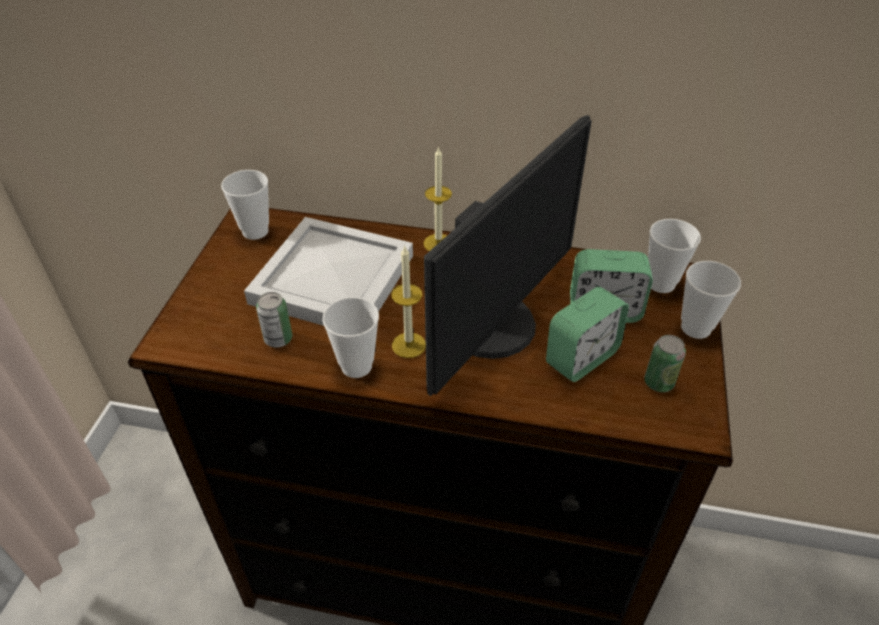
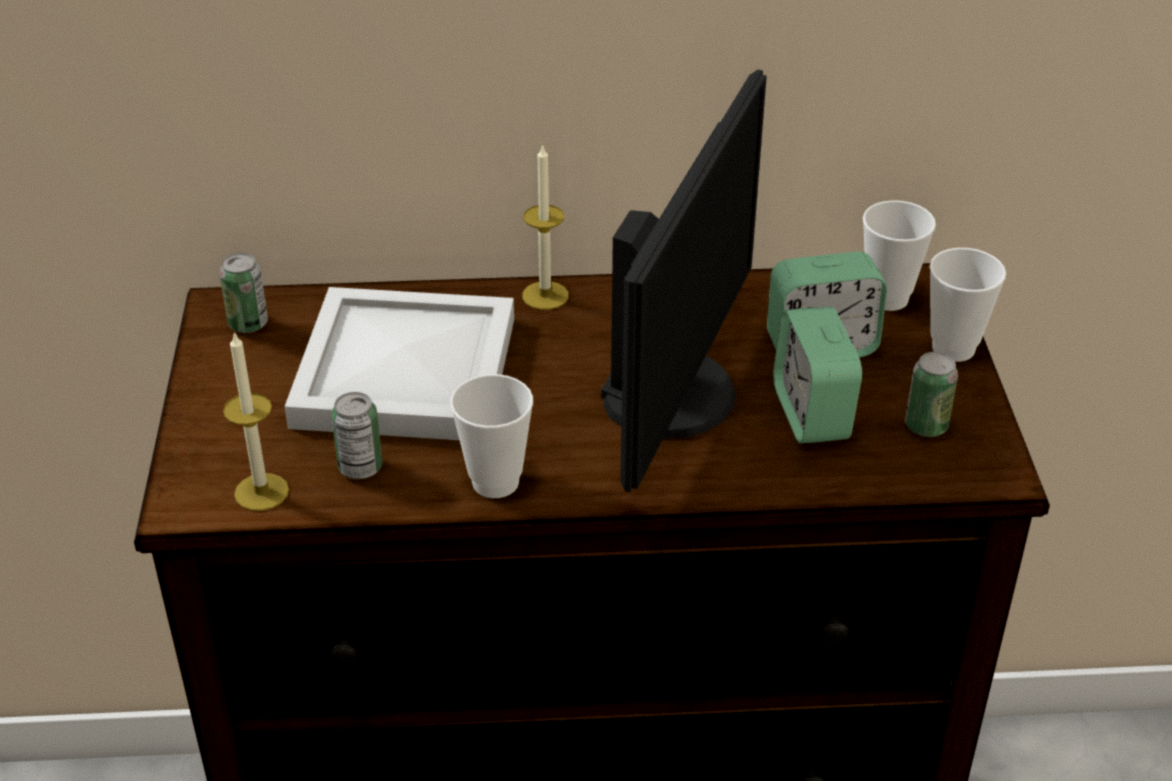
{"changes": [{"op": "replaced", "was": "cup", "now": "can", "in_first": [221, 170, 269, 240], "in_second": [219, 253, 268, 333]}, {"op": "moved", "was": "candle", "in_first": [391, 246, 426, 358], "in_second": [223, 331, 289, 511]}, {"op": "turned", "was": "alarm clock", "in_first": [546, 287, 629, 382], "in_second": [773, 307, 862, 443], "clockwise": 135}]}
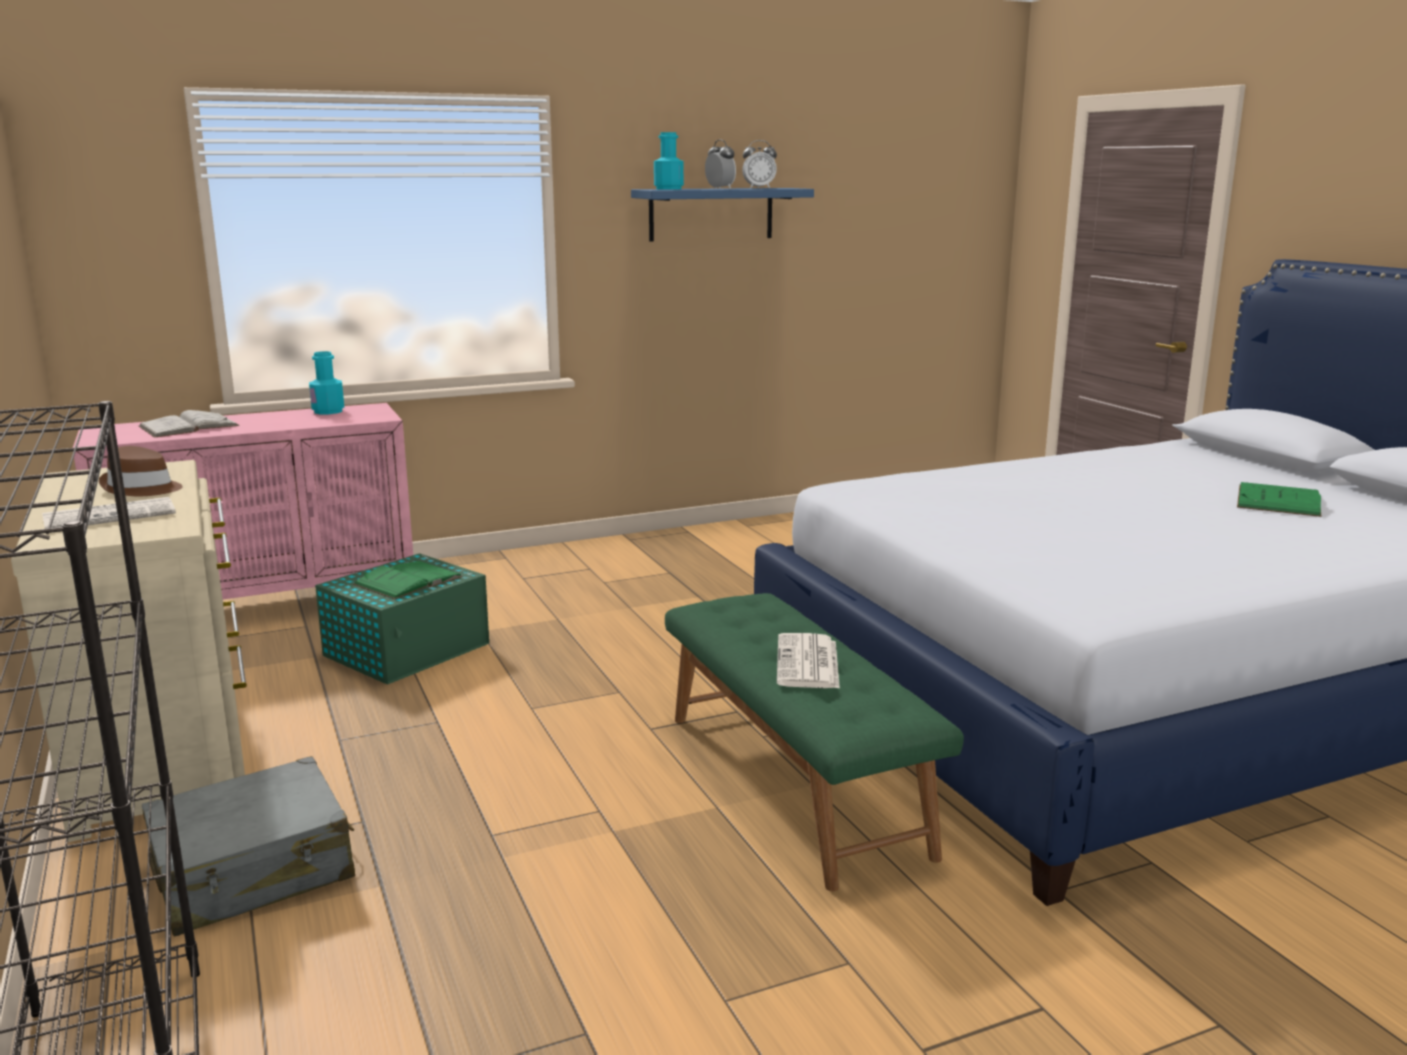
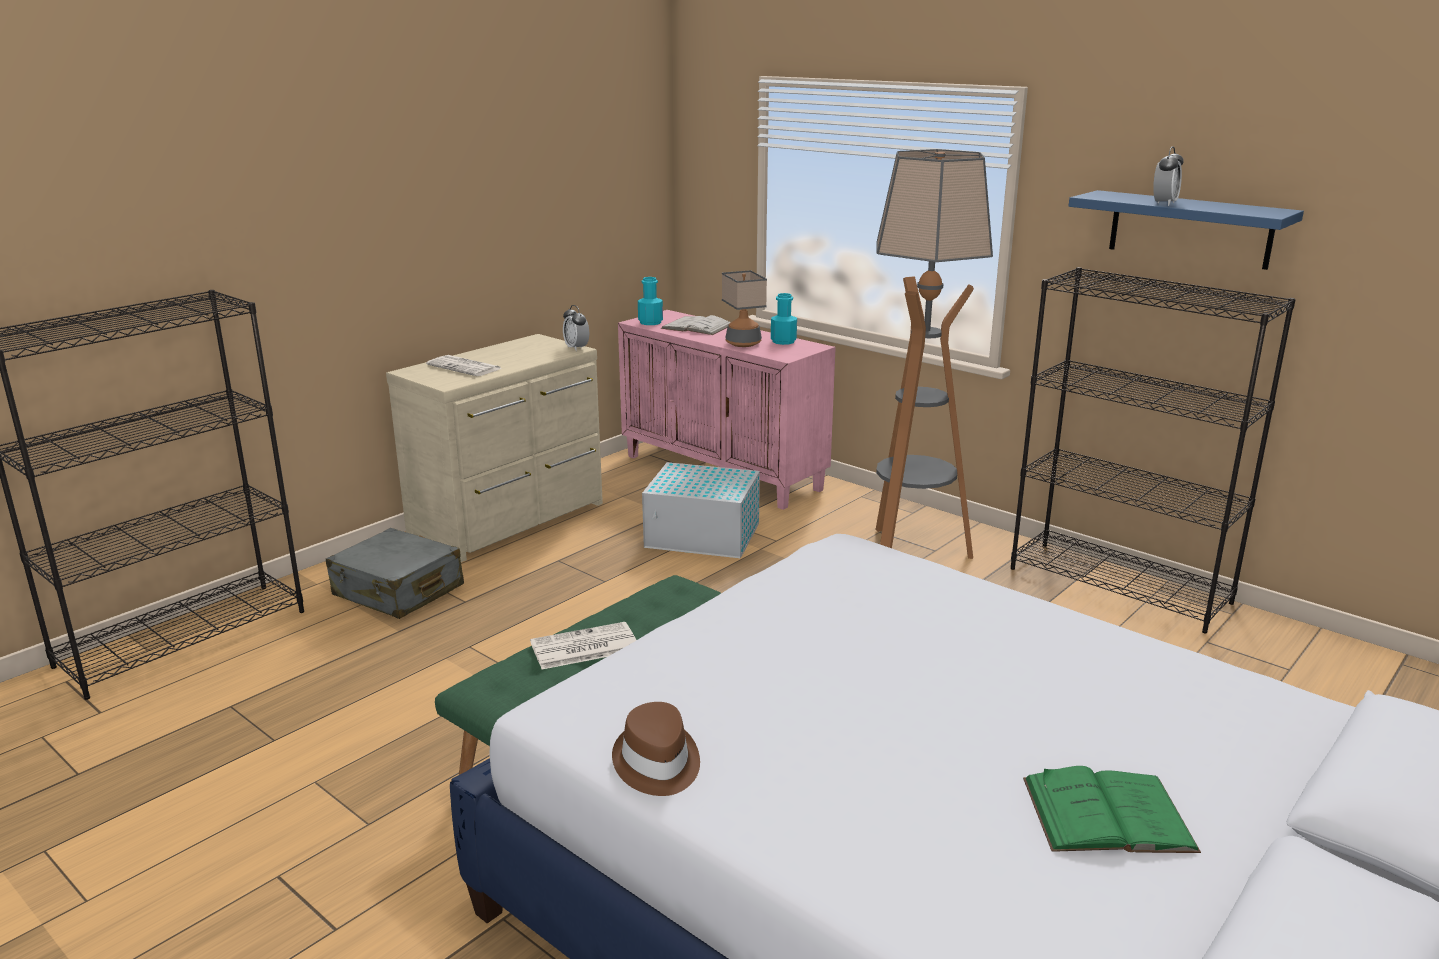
{"changes": [{"op": "moved", "was": "alarm clock", "in_first": [742, 140, 777, 188], "in_second": [563, 305, 589, 351]}, {"op": "moved", "was": "brown hat", "in_first": [99, 446, 183, 496], "in_second": [612, 702, 700, 796]}, {"op": "moved", "was": "turquoise bottle", "in_first": [654, 132, 684, 190], "in_second": [638, 277, 663, 325]}, {"op": "recoloured", "was": "green storage box", "now": "white storage box", "in_first": [315, 553, 489, 684], "in_second": [642, 462, 760, 558]}, {"op": "added", "now": "table lamp", "in_second": [722, 270, 767, 347]}, {"op": "added", "now": "floor lamp", "in_second": [875, 149, 993, 559]}, {"op": "added", "now": "black bookcase", "in_second": [1011, 267, 1296, 634]}, {"op": "removed", "was": "green book", "in_first": [353, 561, 463, 599]}]}
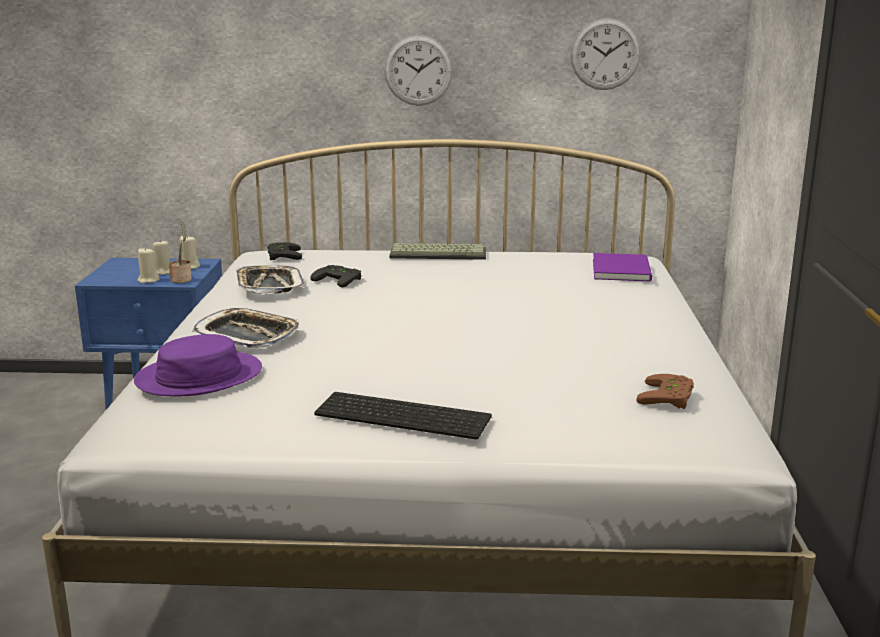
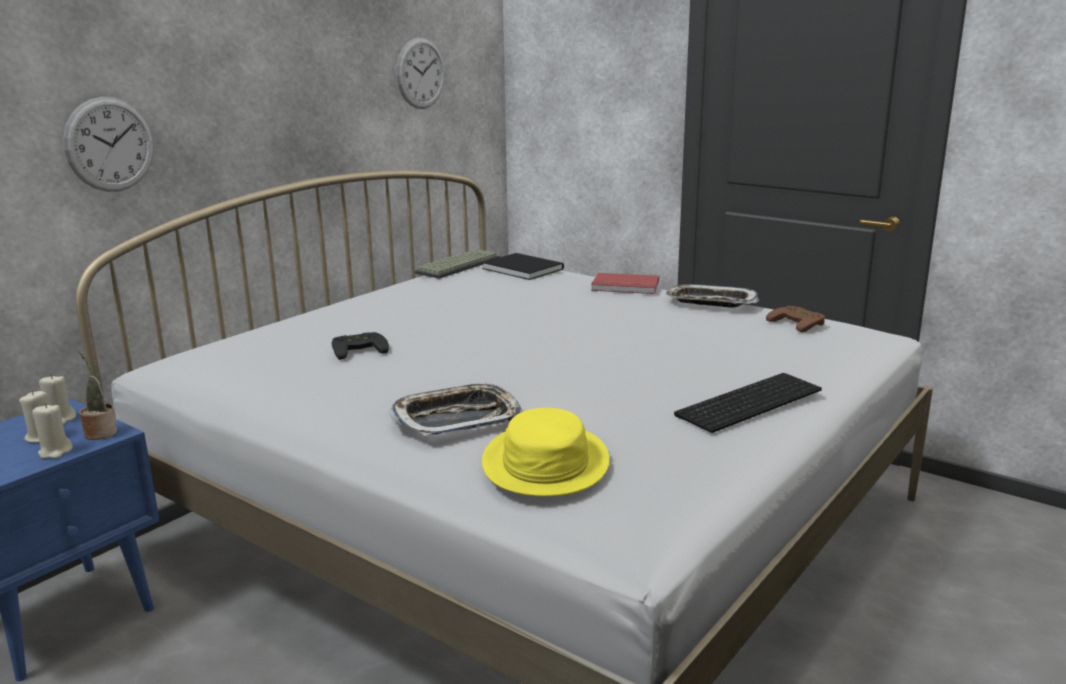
{"changes": [{"op": "moved", "was": "wall clock", "in_first": [384, 35, 453, 106], "in_second": [63, 97, 154, 192]}, {"op": "moved", "was": "keyboard", "in_first": [389, 243, 486, 260], "in_second": [415, 249, 500, 279]}, {"op": "recoloured", "was": "purple book", "now": "black book", "in_first": [593, 253, 652, 281], "in_second": [482, 253, 564, 280]}, {"op": "recoloured", "was": "purple hat", "now": "yellow hat", "in_first": [134, 334, 262, 397], "in_second": [482, 408, 610, 496]}, {"op": "added", "now": "red book", "in_second": [591, 273, 659, 294]}, {"op": "moved", "was": "tray", "in_first": [236, 265, 304, 294], "in_second": [665, 284, 759, 308]}, {"op": "removed", "was": "black game controller", "in_first": [267, 242, 302, 260]}]}
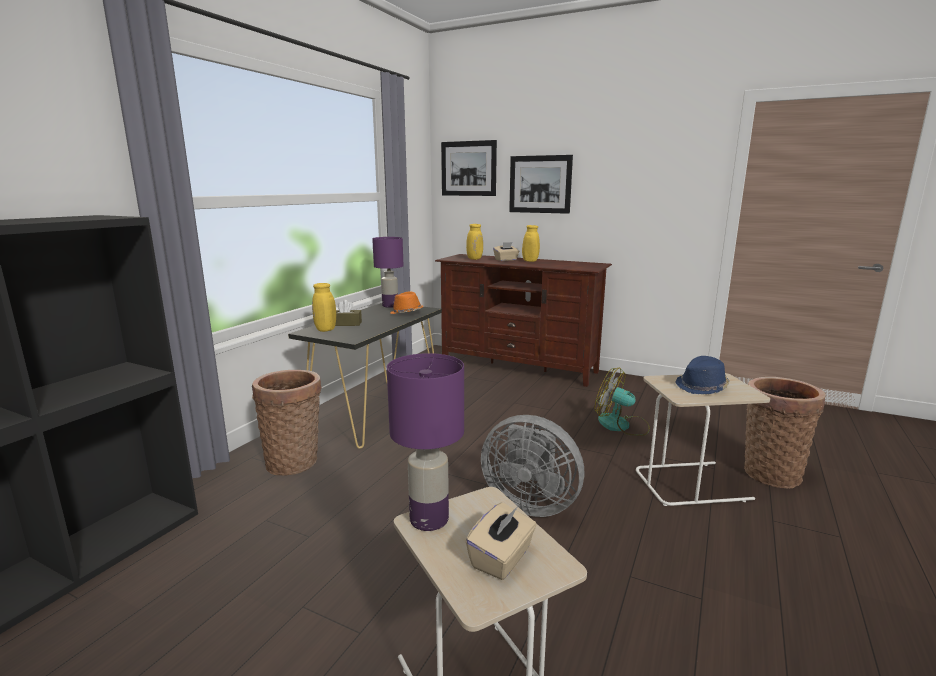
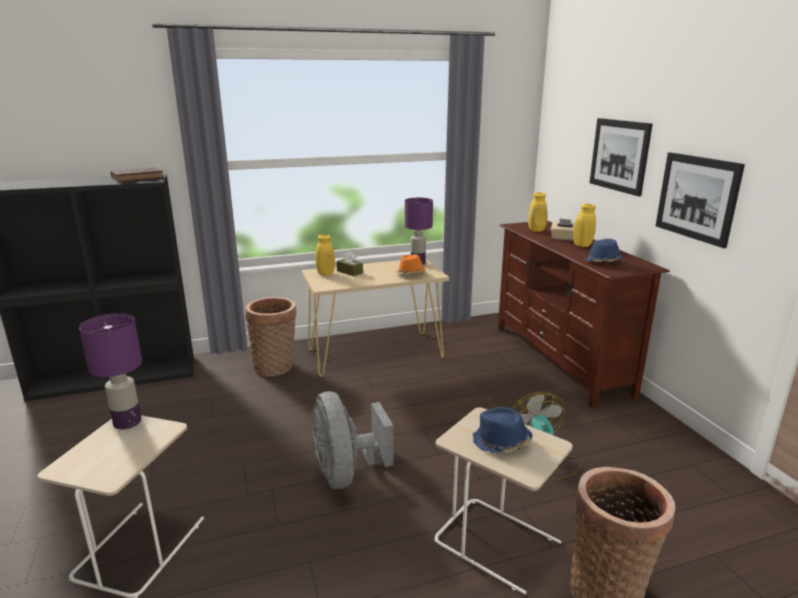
{"changes": [{"op": "added", "now": "brown book", "in_second": [111, 167, 164, 182]}, {"op": "recoloured", "was": "black console table", "now": "beige console table", "in_first": [288, 303, 442, 449], "in_second": [302, 259, 449, 377]}, {"op": "added", "now": "blue hat", "in_second": [584, 239, 623, 262]}, {"op": "moved", "was": "picture", "in_first": [441, 140, 497, 196], "in_second": [656, 152, 745, 248]}, {"op": "removed", "was": "beige tissue box", "in_first": [466, 502, 537, 580]}]}
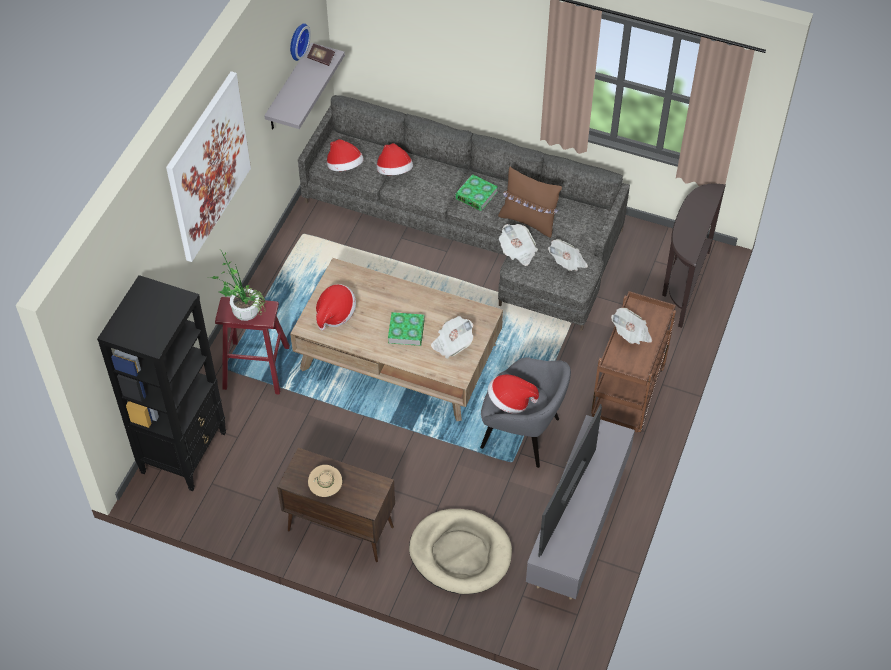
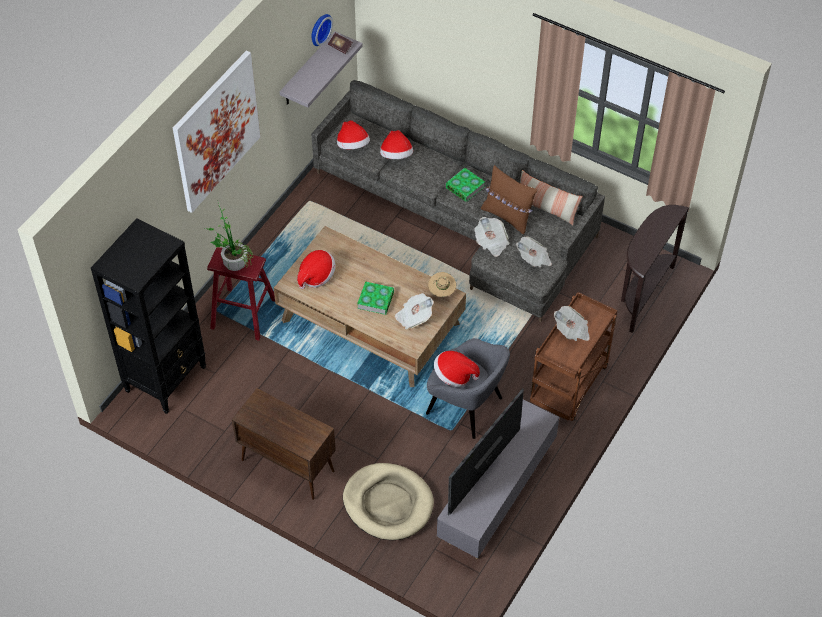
{"changes": [{"op": "moved", "was": "beige hat", "in_first": [308, 465, 342, 497], "in_second": [428, 272, 456, 297]}, {"op": "added", "now": "pillow", "in_second": [520, 170, 583, 225]}]}
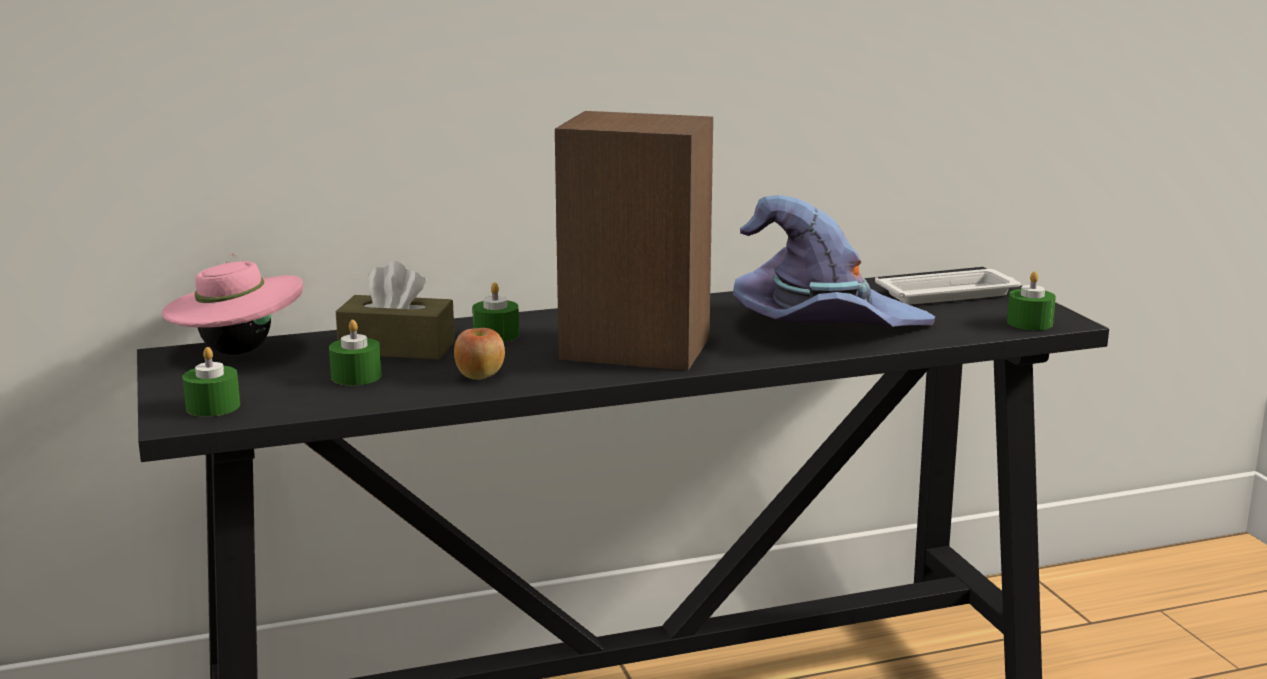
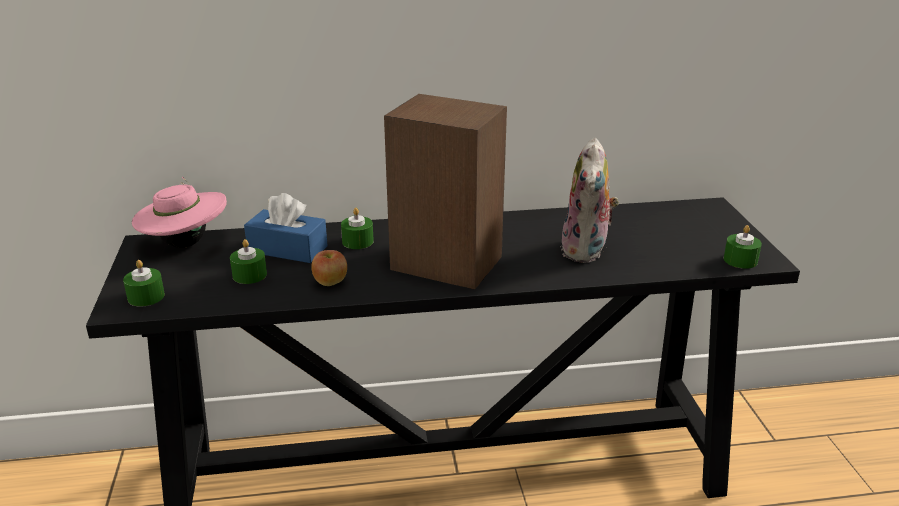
{"changes": [{"op": "recoloured", "was": "brown tissue box", "now": "blue tissue box", "in_first": [336, 261, 455, 360], "in_second": [244, 193, 328, 263]}, {"op": "replaced", "was": "purple hat", "now": "plush toy", "in_first": [733, 195, 935, 327], "in_second": [561, 137, 619, 263]}, {"op": "removed", "was": "white tray", "in_first": [875, 269, 1021, 305]}]}
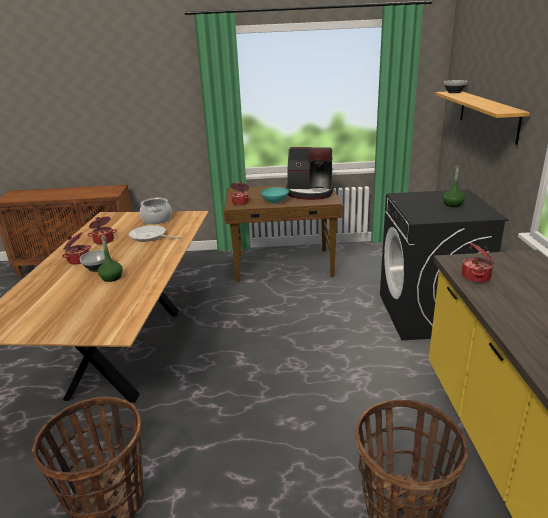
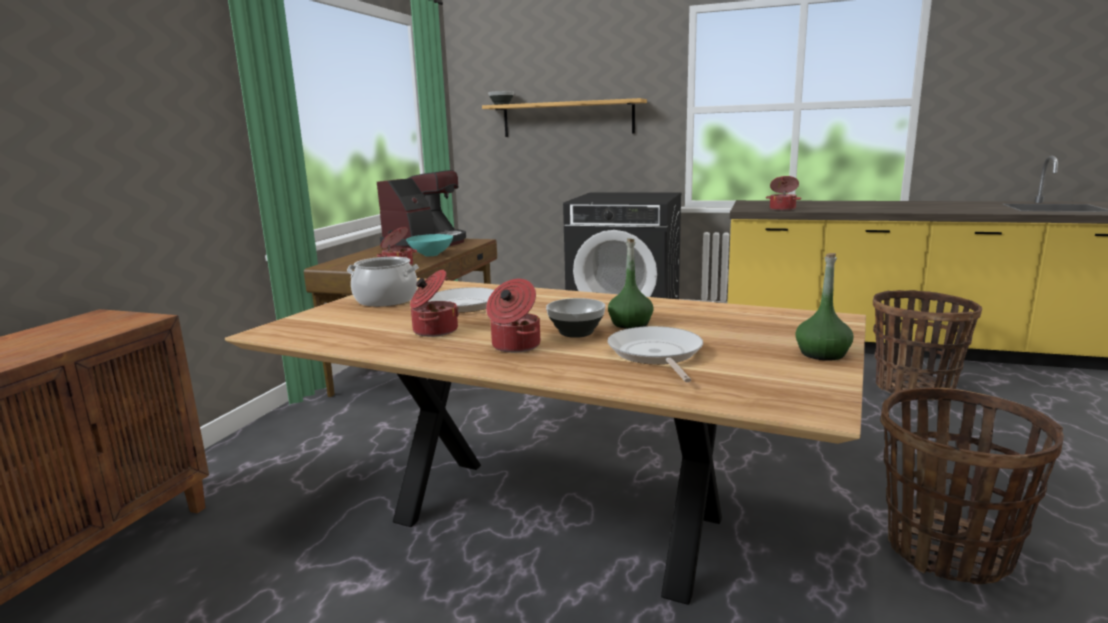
{"changes": [{"op": "added", "now": "frying pan", "in_second": [608, 326, 703, 382]}, {"op": "moved", "was": "green bottle", "in_first": [443, 165, 465, 207], "in_second": [795, 253, 854, 361]}]}
